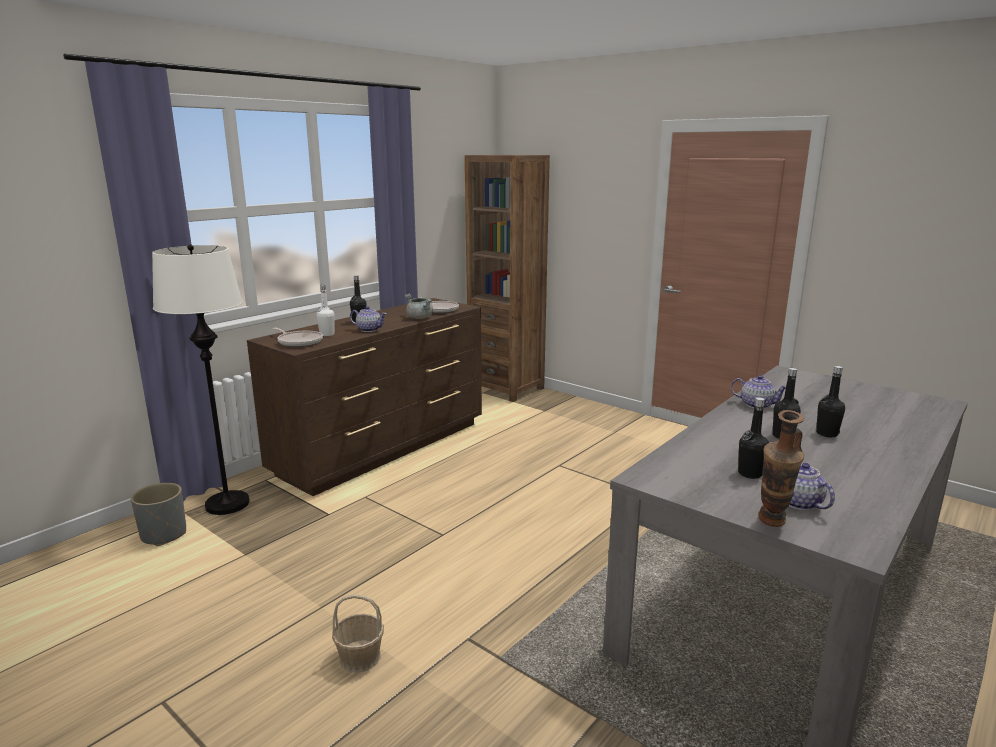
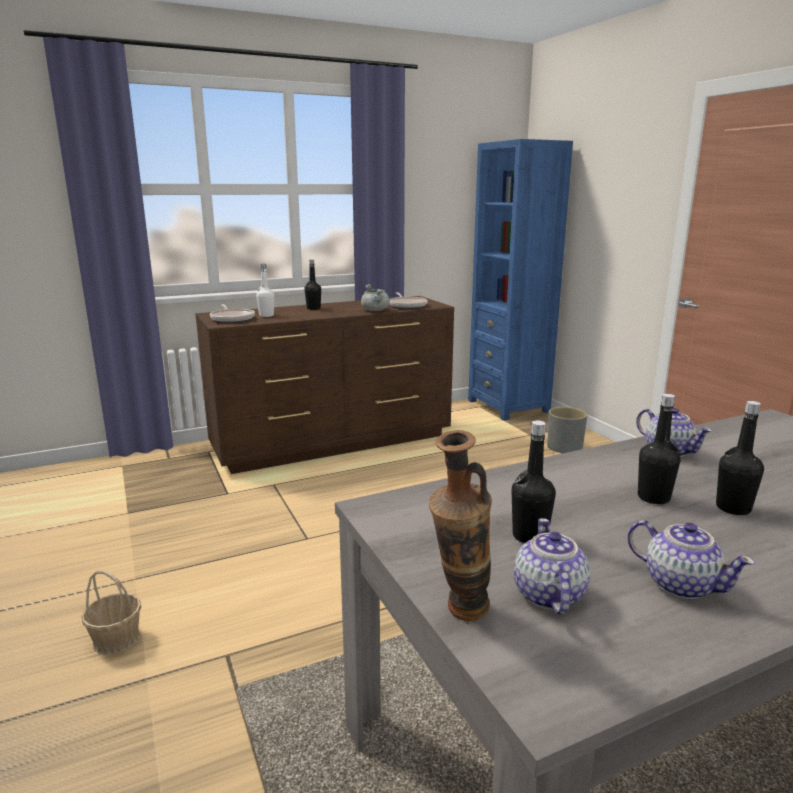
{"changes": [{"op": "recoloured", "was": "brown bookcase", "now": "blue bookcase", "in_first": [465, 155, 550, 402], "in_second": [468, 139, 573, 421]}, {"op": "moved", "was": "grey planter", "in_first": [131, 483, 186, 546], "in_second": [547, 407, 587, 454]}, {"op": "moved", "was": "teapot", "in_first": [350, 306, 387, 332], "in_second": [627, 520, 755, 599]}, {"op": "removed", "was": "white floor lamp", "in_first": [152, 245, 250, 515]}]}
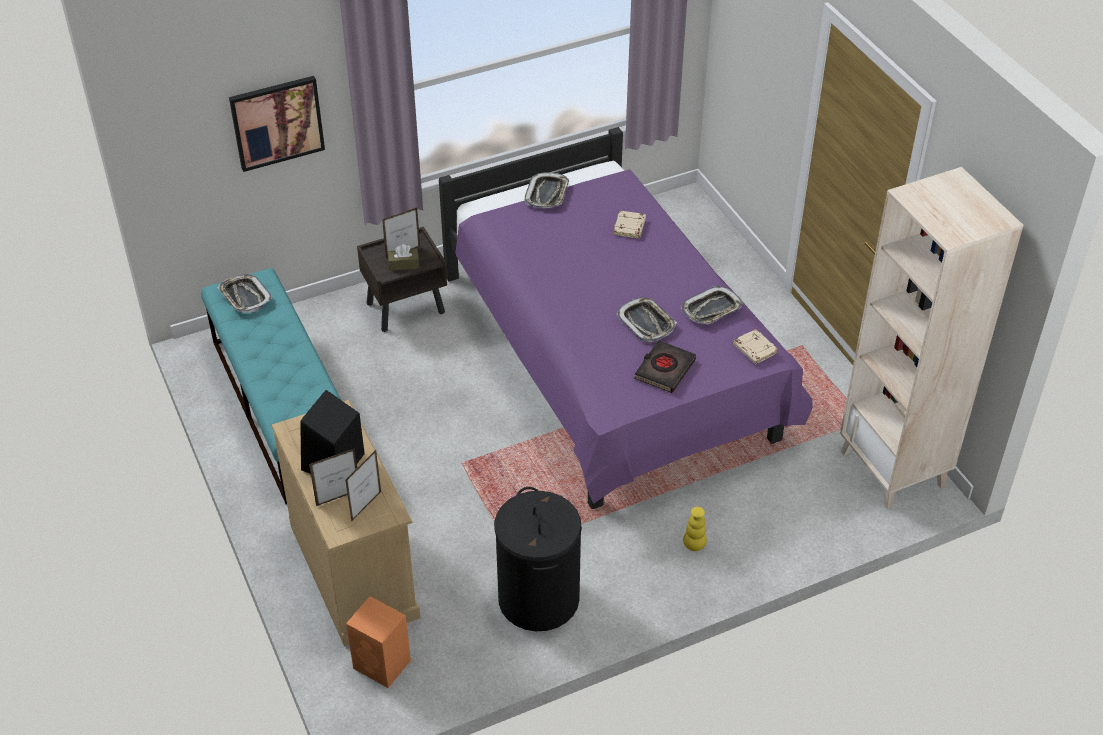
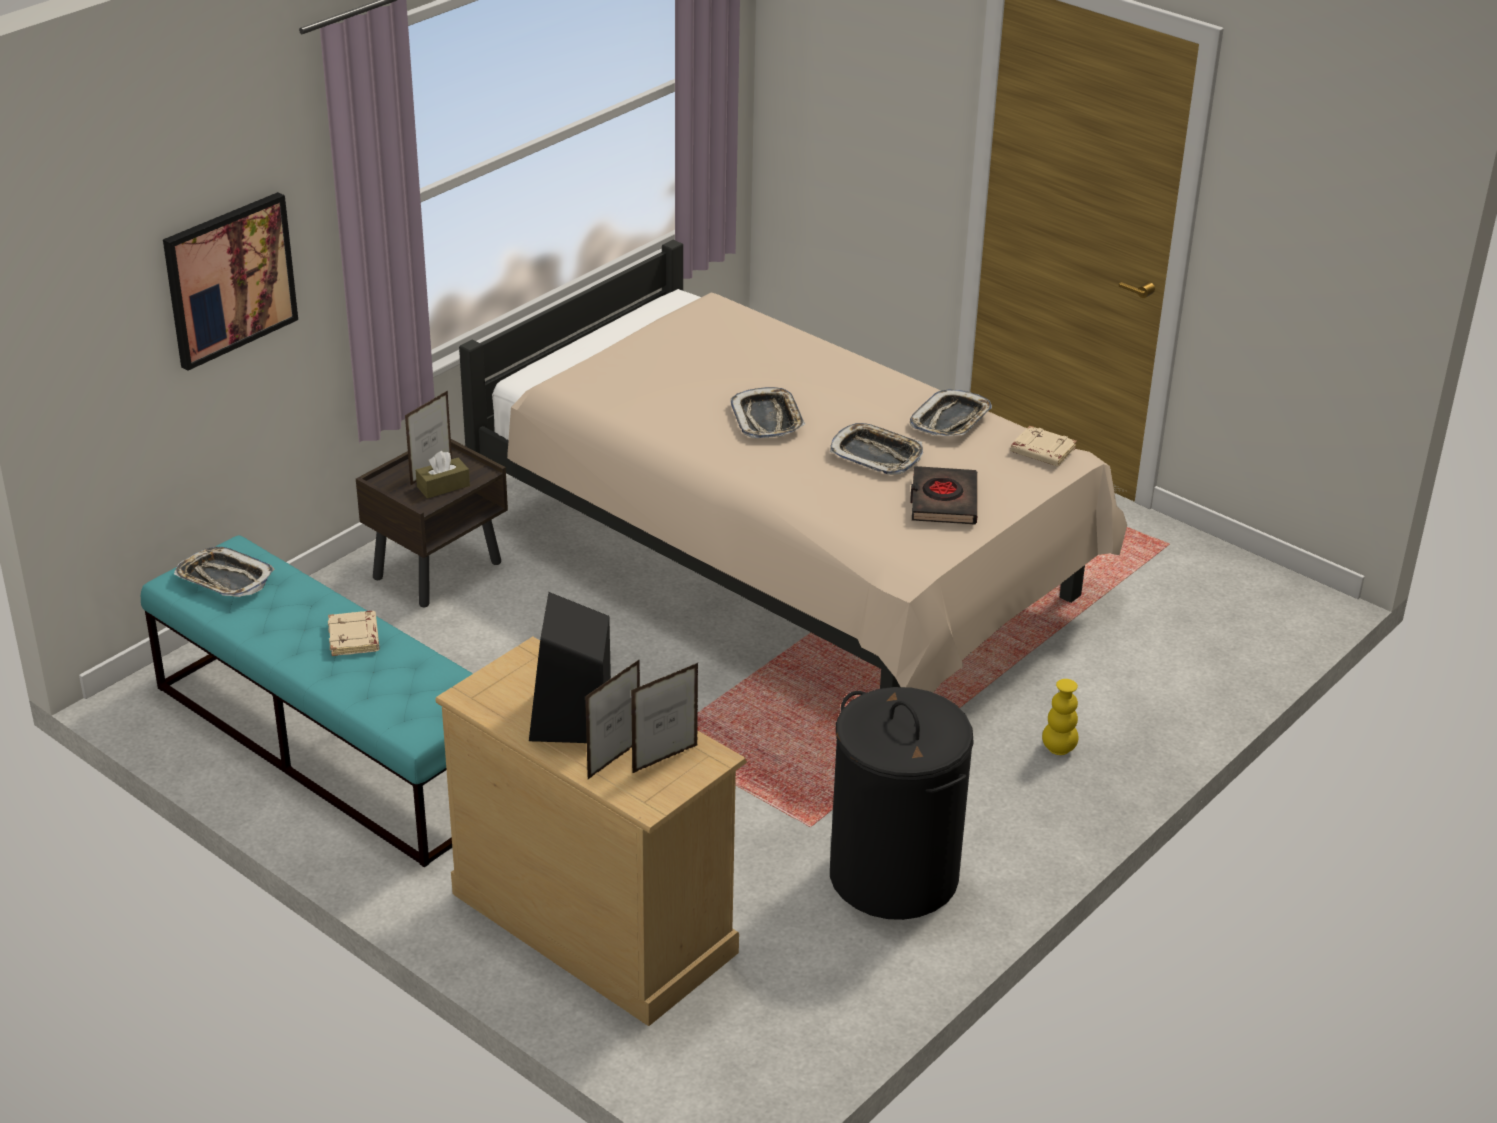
{"changes": [{"op": "moved", "was": "beige book", "in_first": [613, 210, 646, 238], "in_second": [328, 611, 380, 656]}, {"op": "recoloured", "was": "purple bed", "now": "beige bed", "in_first": [439, 127, 813, 509], "in_second": [459, 240, 1127, 693]}, {"op": "turned", "was": "picture frame", "in_first": [346, 450, 381, 522], "in_second": [631, 663, 698, 774], "clockwise": -135}, {"op": "moved", "was": "tray", "in_first": [525, 172, 569, 208], "in_second": [730, 387, 805, 438]}, {"op": "removed", "was": "orange speaker", "in_first": [346, 596, 411, 688]}, {"op": "removed", "was": "beige bookcase", "in_first": [840, 167, 1023, 509]}]}
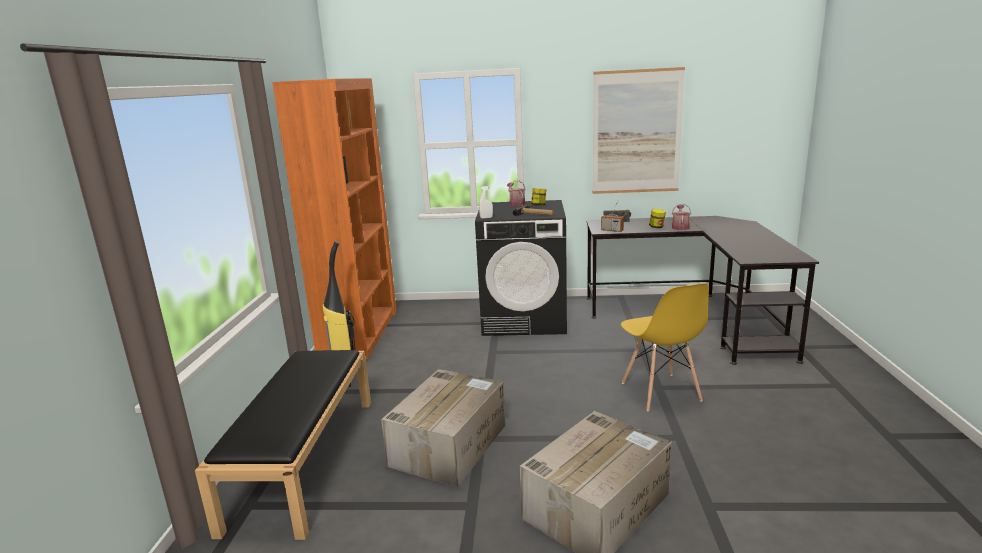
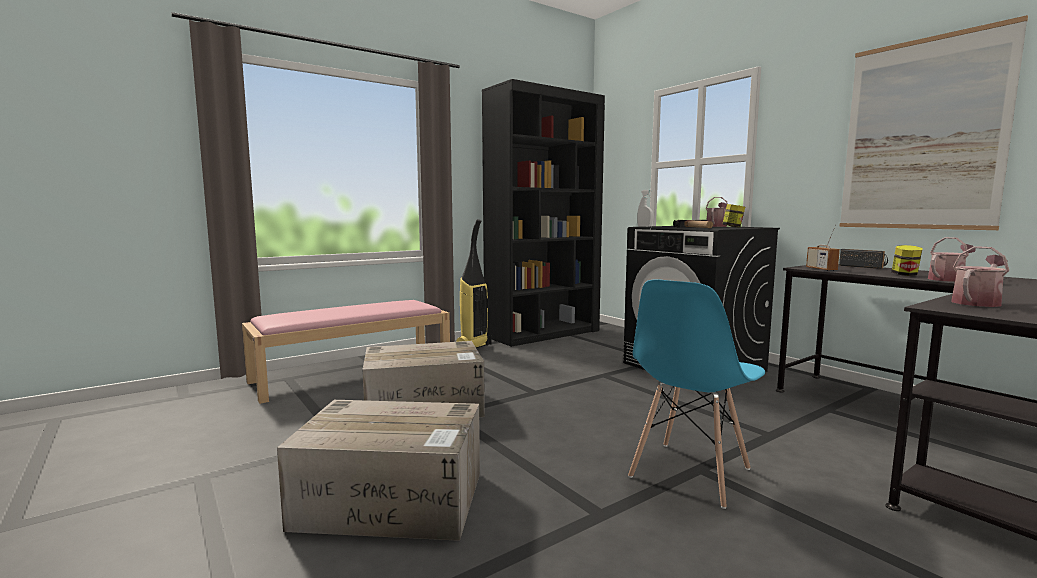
{"changes": [{"op": "recoloured", "was": "black bench", "now": "pink bench", "in_first": [195, 350, 371, 540], "in_second": [242, 300, 450, 404]}, {"op": "recoloured", "was": "orange bookcase", "now": "black bookcase", "in_first": [272, 78, 397, 359], "in_second": [482, 79, 605, 347]}, {"op": "recoloured", "was": "yellow chair", "now": "blue chair", "in_first": [621, 283, 709, 411], "in_second": [628, 279, 765, 509]}, {"op": "added", "now": "watering can", "in_second": [951, 246, 1009, 307]}]}
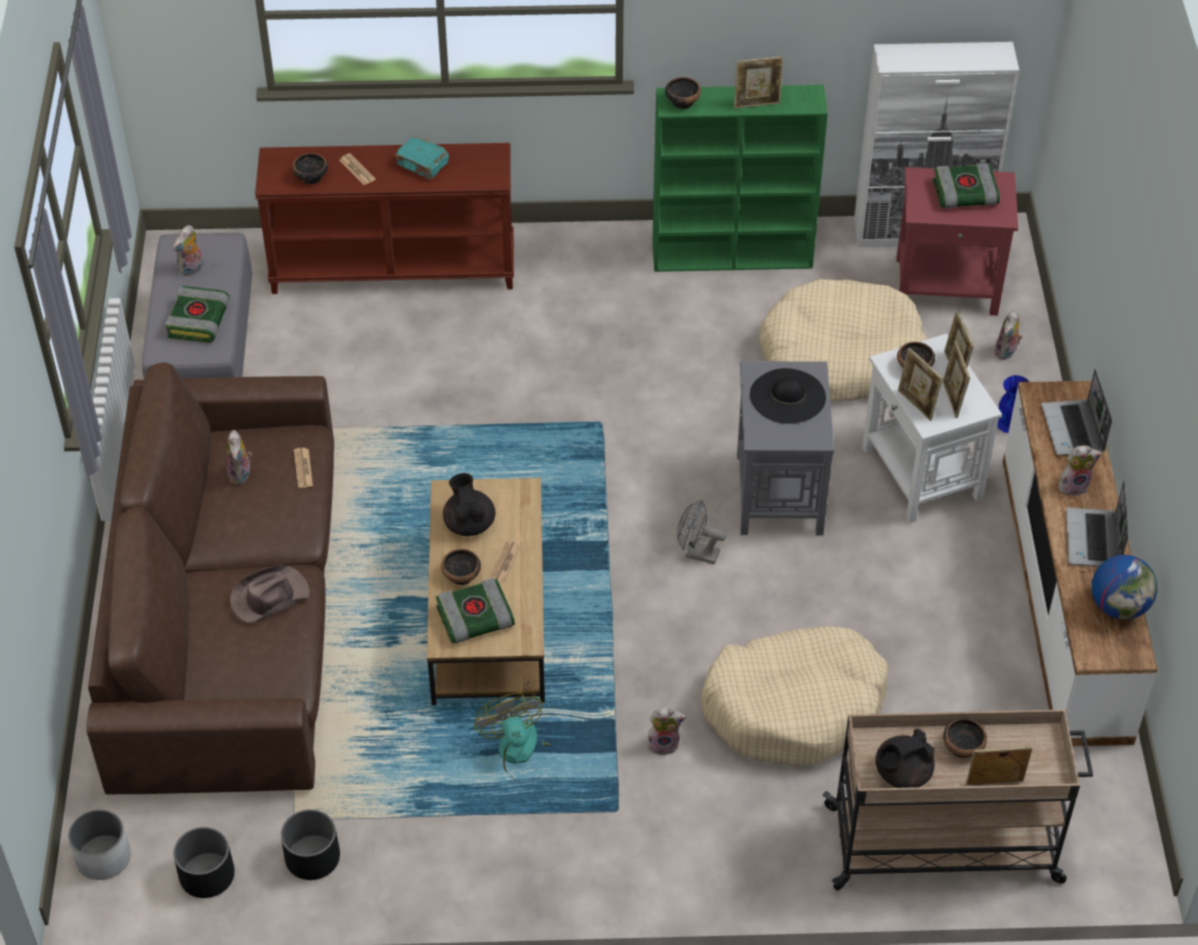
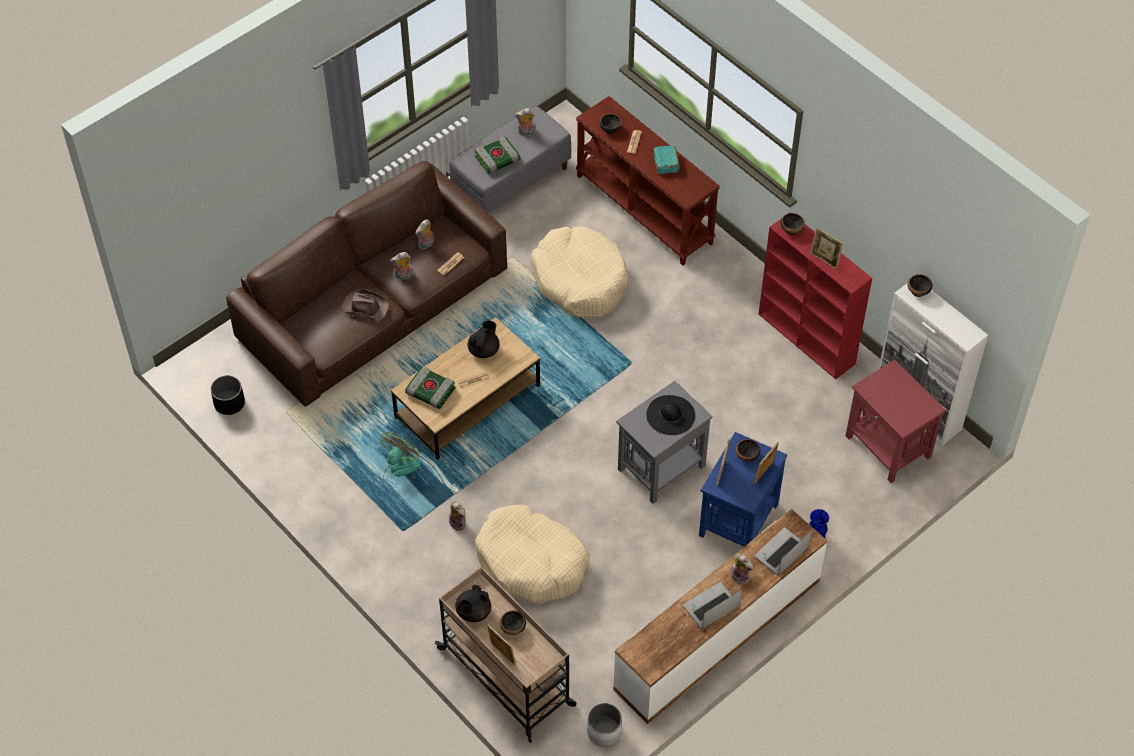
{"changes": [{"op": "moved", "was": "plush toy", "in_first": [994, 310, 1023, 360], "in_second": [390, 252, 413, 280]}, {"op": "turned", "was": "black teapot", "in_first": [875, 729, 934, 788], "in_second": [455, 585, 491, 622], "clockwise": -75}, {"op": "moved", "was": "beige dog bed", "in_first": [759, 279, 928, 401], "in_second": [531, 226, 628, 318]}, {"op": "moved", "was": "white planter", "in_first": [68, 809, 131, 880], "in_second": [587, 703, 622, 747]}, {"op": "recoloured", "was": "white side table", "now": "blue side table", "in_first": [862, 334, 1002, 523], "in_second": [699, 432, 787, 547]}, {"op": "recoloured", "was": "green bookcase", "now": "red bookcase", "in_first": [652, 85, 828, 272], "in_second": [759, 212, 872, 379]}, {"op": "moved", "was": "bowl", "in_first": [441, 549, 481, 585], "in_second": [907, 274, 932, 297]}, {"op": "removed", "was": "black planter", "in_first": [281, 809, 340, 880]}, {"op": "removed", "was": "grey fan", "in_first": [677, 500, 726, 564]}, {"op": "removed", "was": "book", "in_first": [933, 163, 1000, 208]}, {"op": "removed", "was": "picture frame", "in_first": [943, 341, 970, 418]}, {"op": "removed", "was": "globe", "in_first": [1091, 555, 1158, 620]}]}
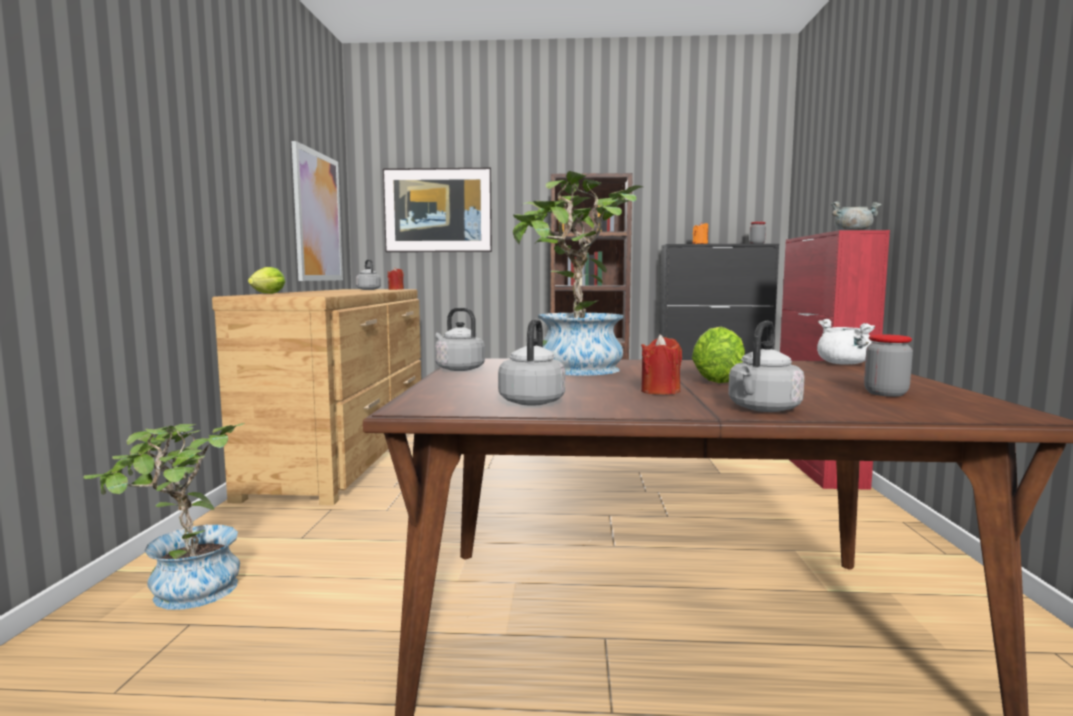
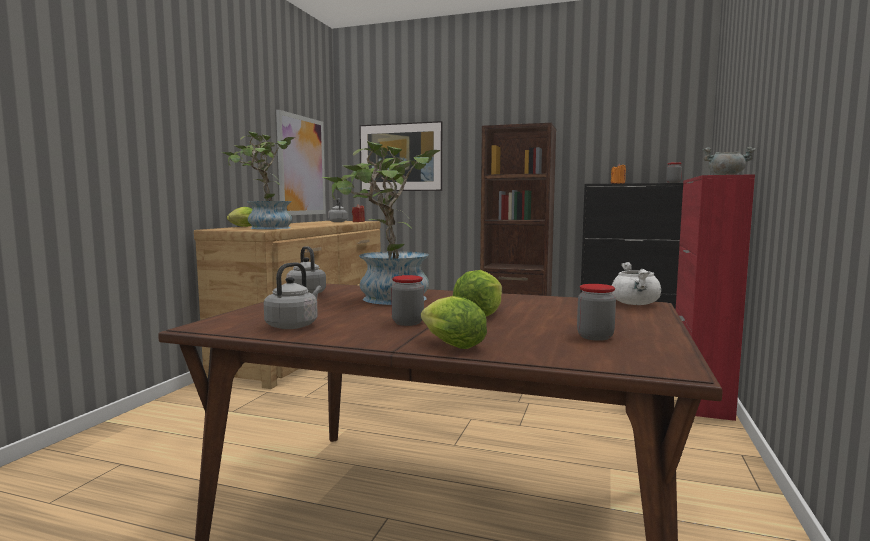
{"changes": [{"op": "moved", "was": "potted plant", "in_first": [83, 423, 245, 610], "in_second": [222, 131, 295, 229]}, {"op": "replaced", "was": "red candle", "now": "jar", "in_first": [641, 335, 682, 395], "in_second": [391, 275, 424, 326]}, {"op": "replaced", "was": "grey kettle", "now": "lettuce", "in_first": [728, 321, 805, 412], "in_second": [421, 296, 487, 349]}]}
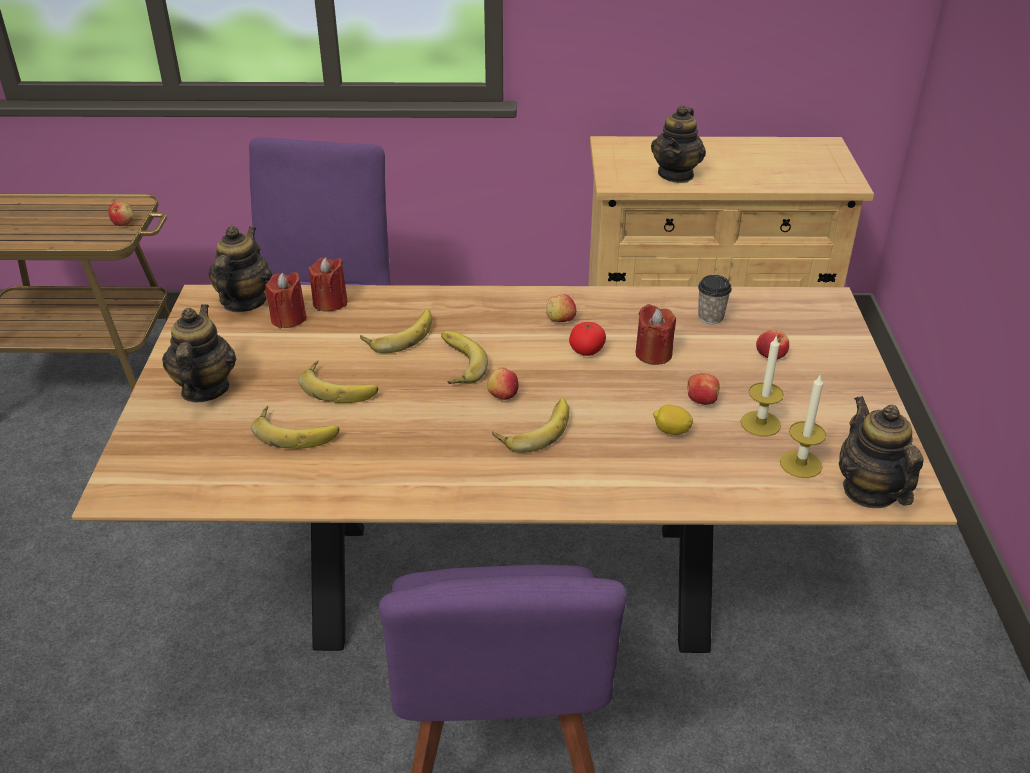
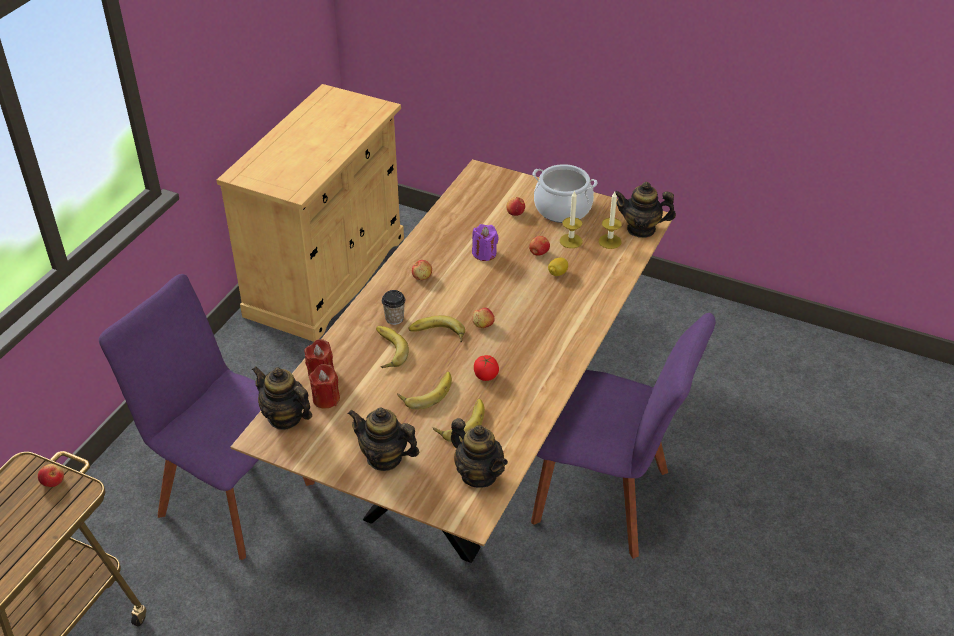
{"changes": [{"op": "moved", "was": "cup", "in_first": [698, 275, 732, 324], "in_second": [382, 290, 405, 325]}, {"op": "moved", "was": "teapot", "in_first": [651, 105, 706, 183], "in_second": [451, 418, 508, 488]}, {"op": "recoloured", "was": "red candle", "now": "purple candle", "in_first": [636, 304, 676, 365], "in_second": [472, 224, 499, 261]}, {"op": "moved", "was": "tomato", "in_first": [569, 322, 606, 356], "in_second": [474, 355, 499, 381]}, {"op": "added", "now": "cooking pot", "in_second": [532, 164, 597, 223]}, {"op": "removed", "was": "banana", "in_first": [492, 398, 569, 453]}]}
